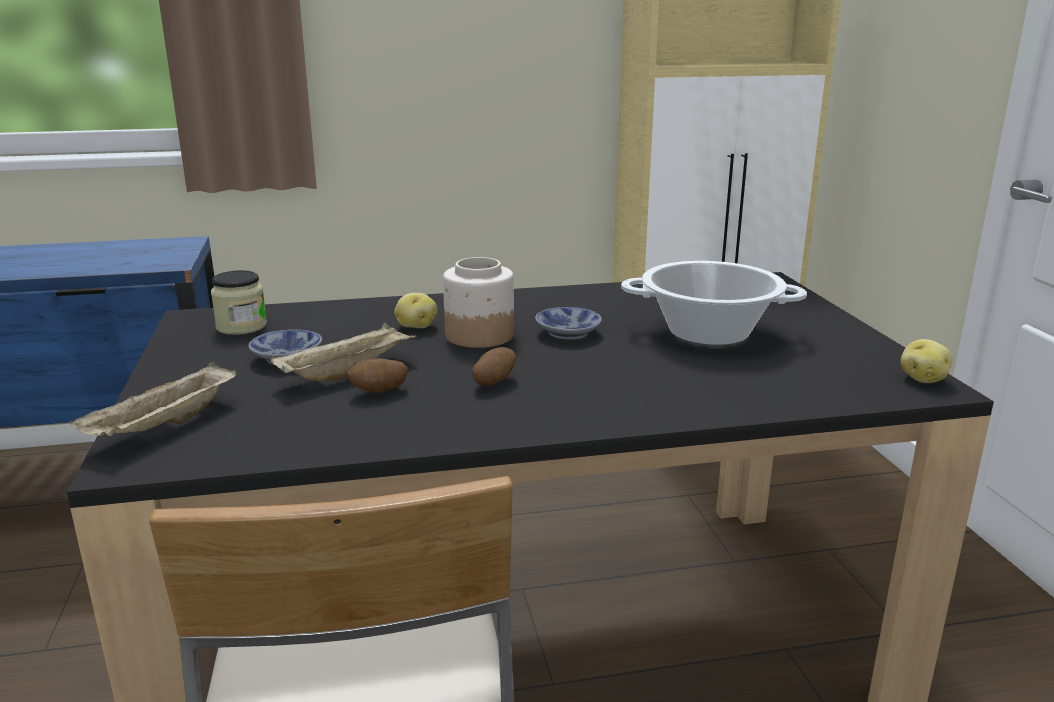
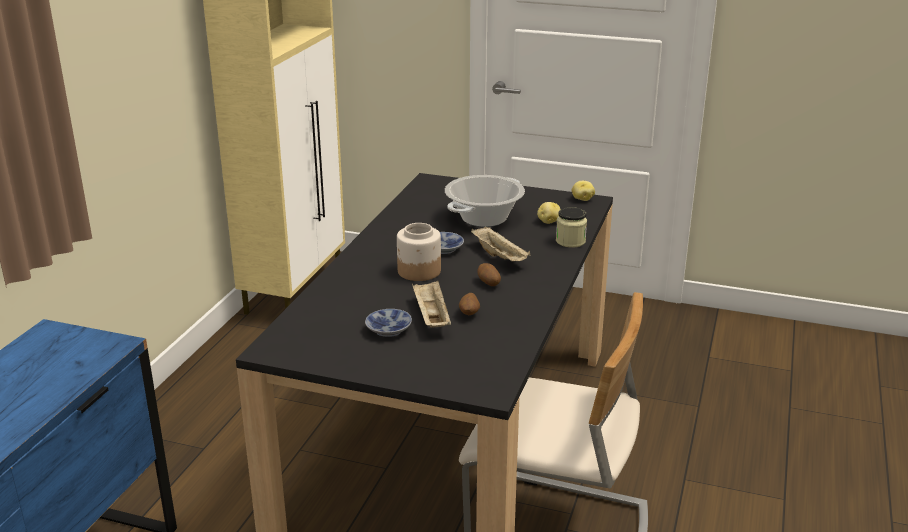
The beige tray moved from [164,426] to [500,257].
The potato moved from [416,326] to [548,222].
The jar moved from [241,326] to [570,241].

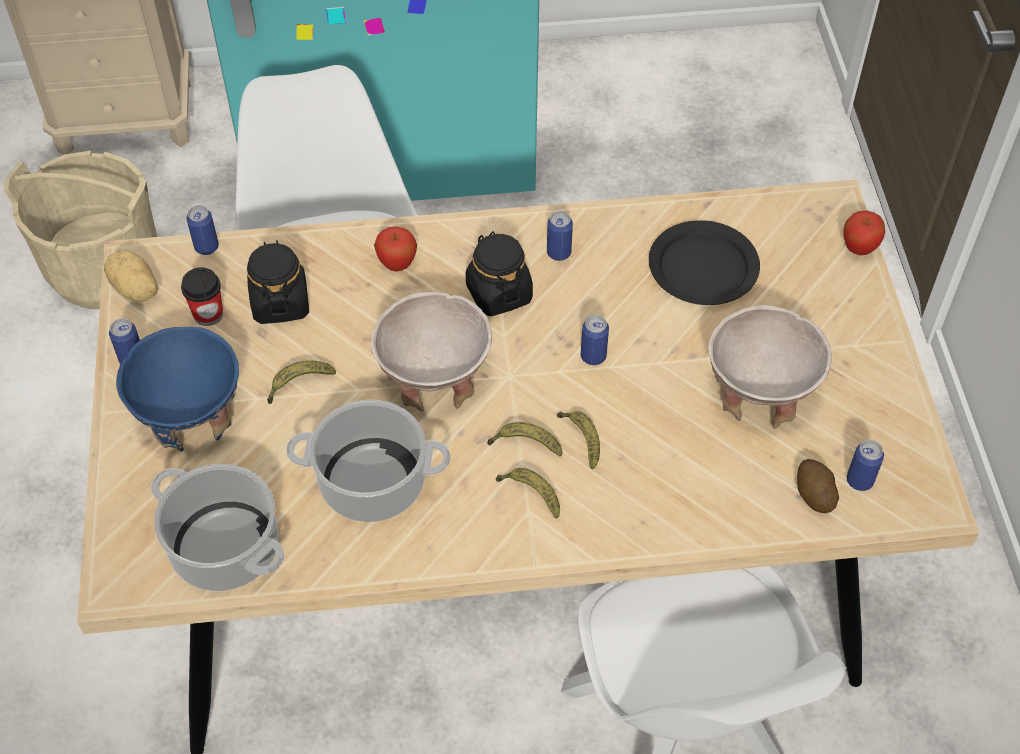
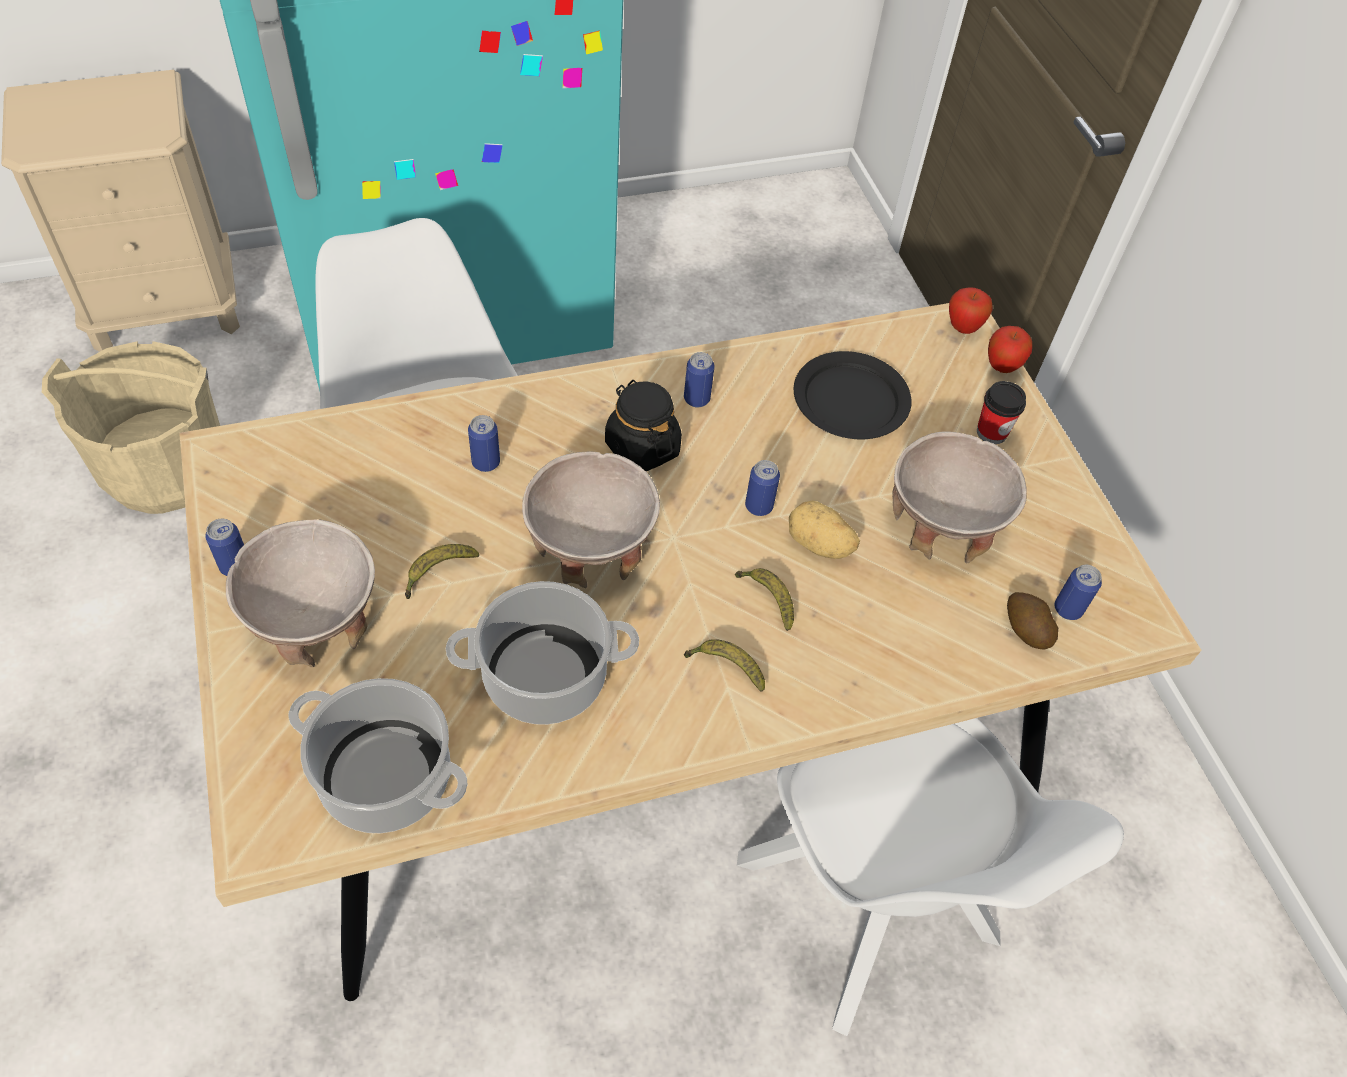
The blue bowl at [190,414] became the beige bowl at [315,622].
The can moved from [206,247] to [486,463].
The potato moved from [135,290] to [818,545].
The apple moved from [397,264] to [963,328].
The cup moved from [208,314] to [991,432].
The black jar at [280,303] disappeared.
The banana at [525,444] disappeared.

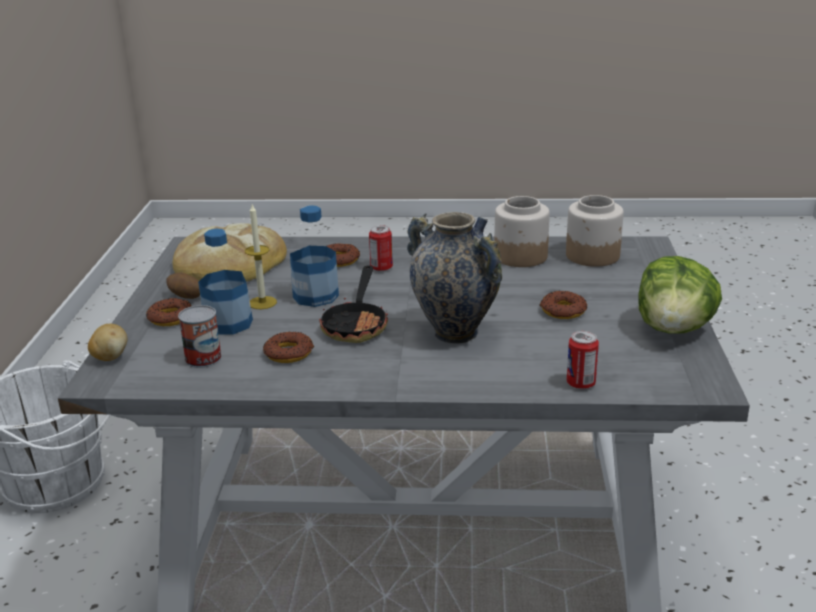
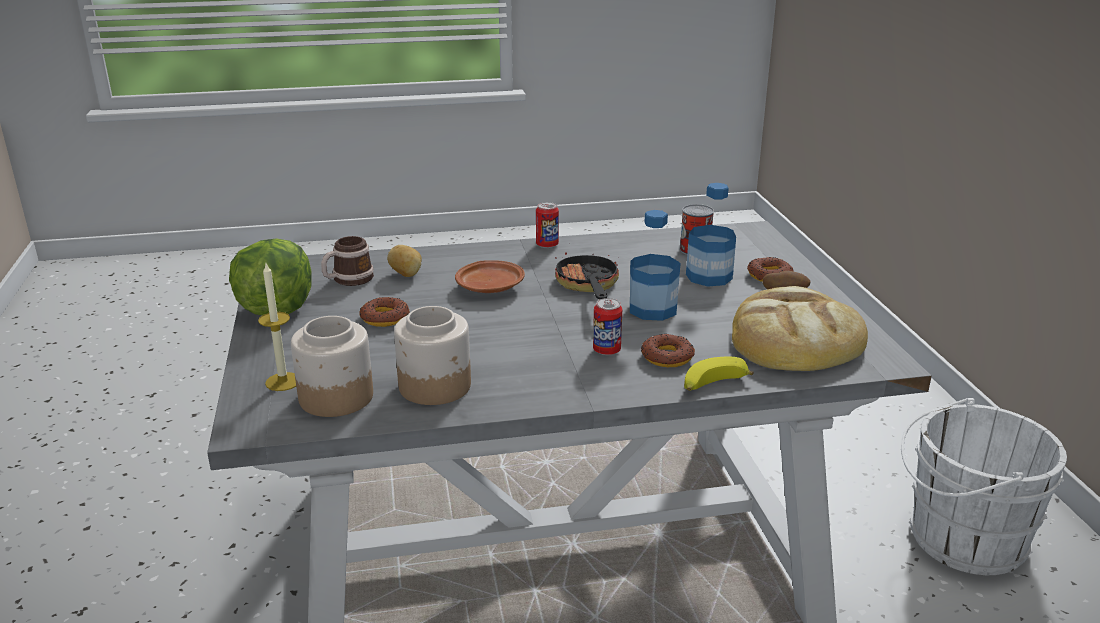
The candle moved from [262,303] to [283,381].
The mug at [348,280] appeared.
The potato moved from [110,357] to [406,274].
The vase at [455,333] was replaced by the brown plate at [490,287].
The can moved from [580,384] to [547,245].
The banana at [713,385] appeared.
The donut at [289,353] disappeared.

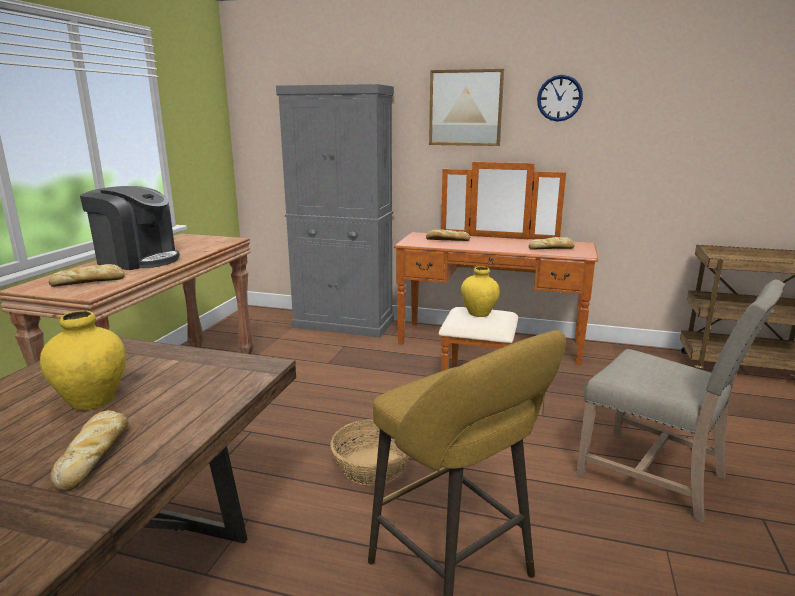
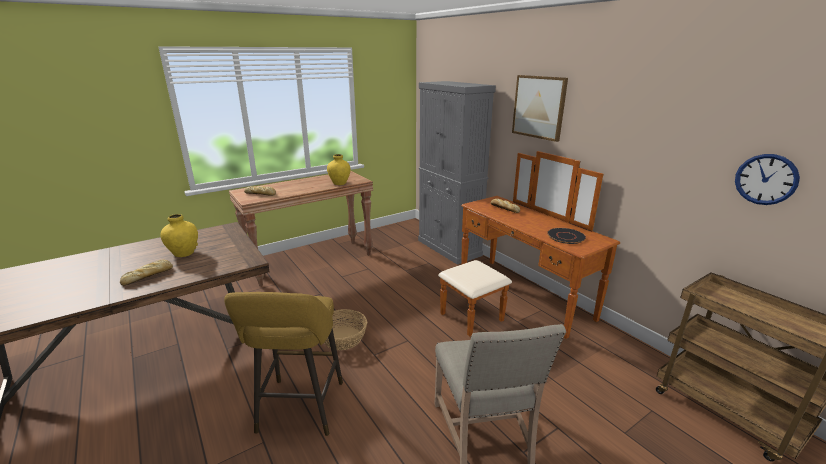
The yellow vase moved from [478,314] to [339,183].
The bread at [552,248] was replaced by the black plate at [566,236].
The wall clock moved from [559,98] to [766,179].
The coffee machine at [137,260] disappeared.

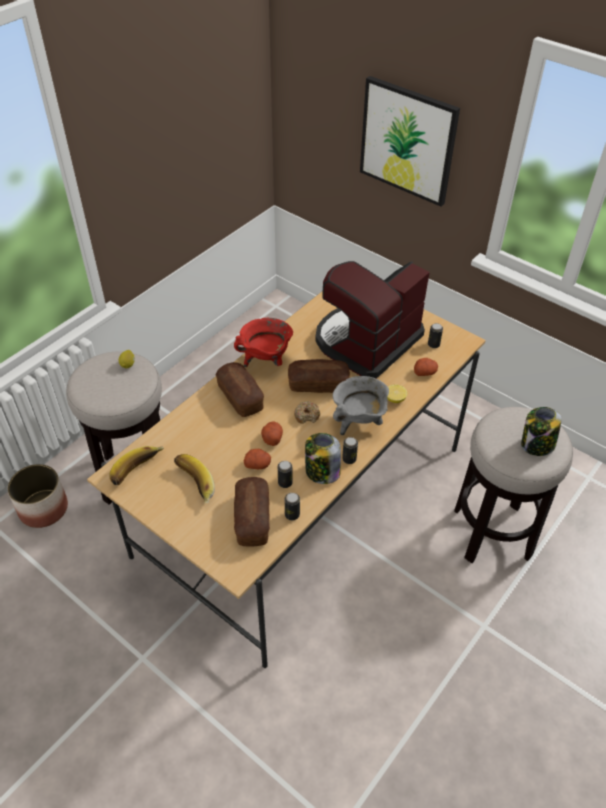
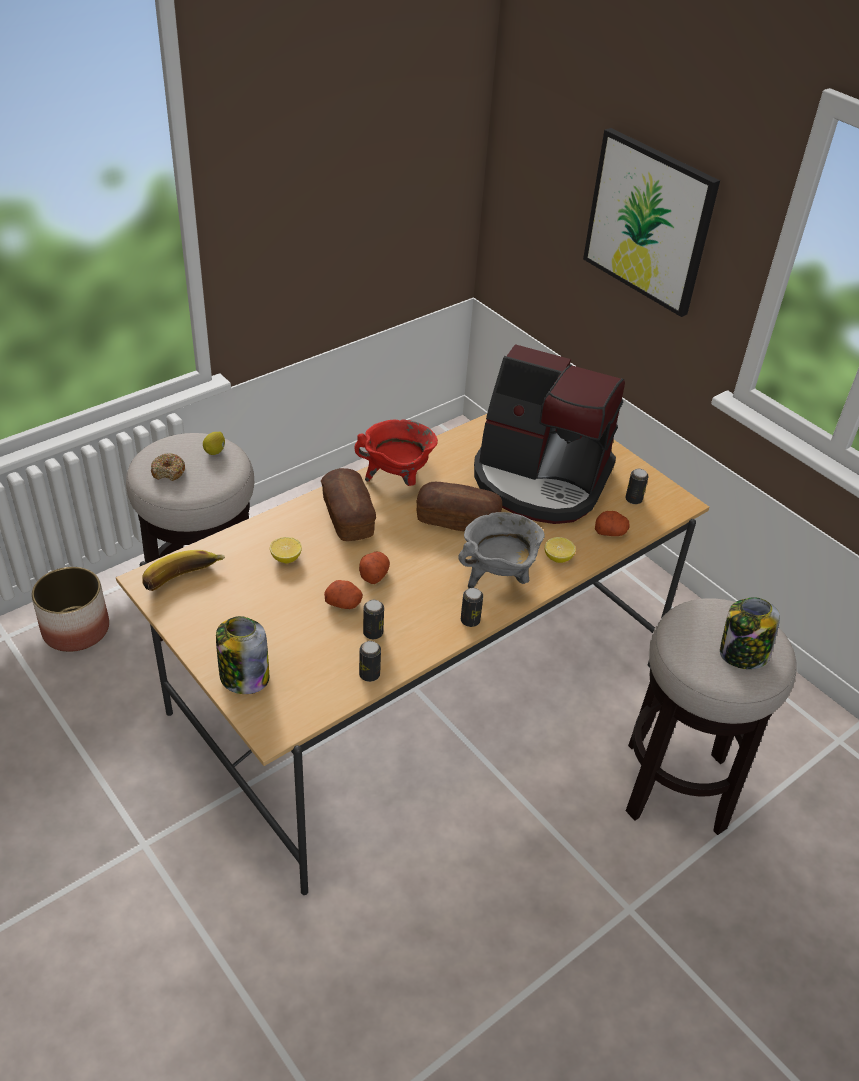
The donut moved from [307,415] to [168,472].
The jar moved from [322,472] to [243,676].
The lemon at [286,558] appeared.
The coffee machine at [366,342] turned 120 degrees counterclockwise.
The banana at [193,485] disappeared.
The bread at [252,519] disappeared.

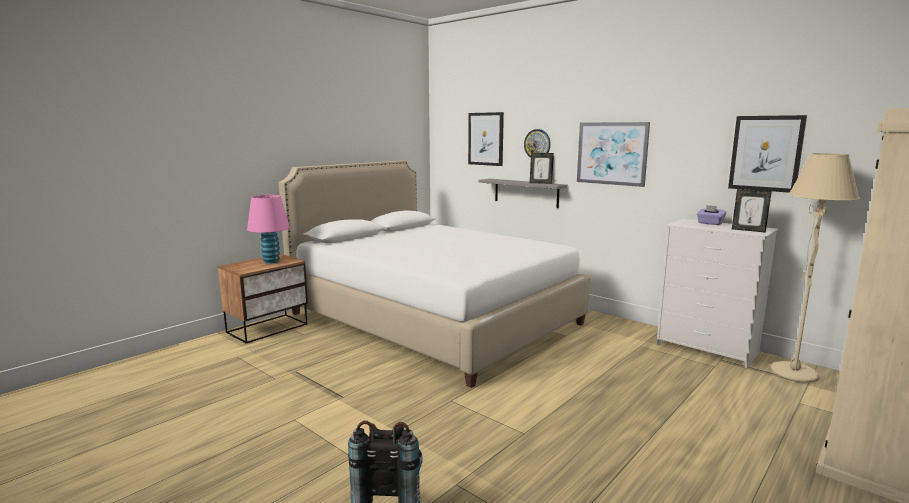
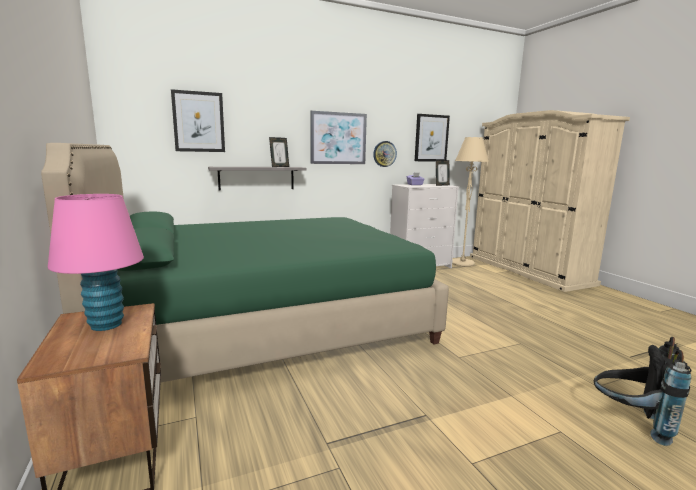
The white bed at [433,319] became the green bed at [266,323].
The wall clock moved from [537,144] to [384,154].

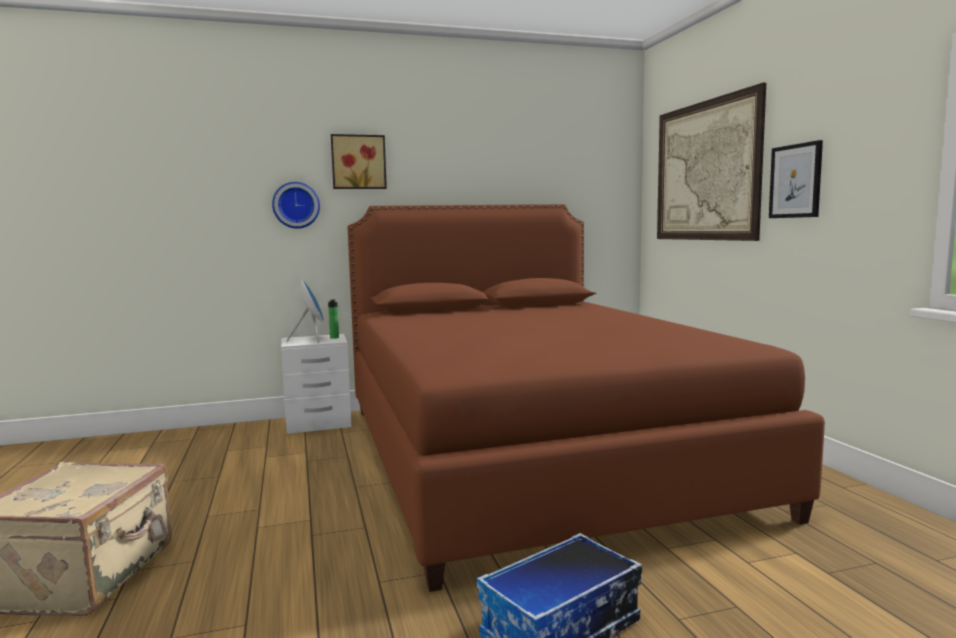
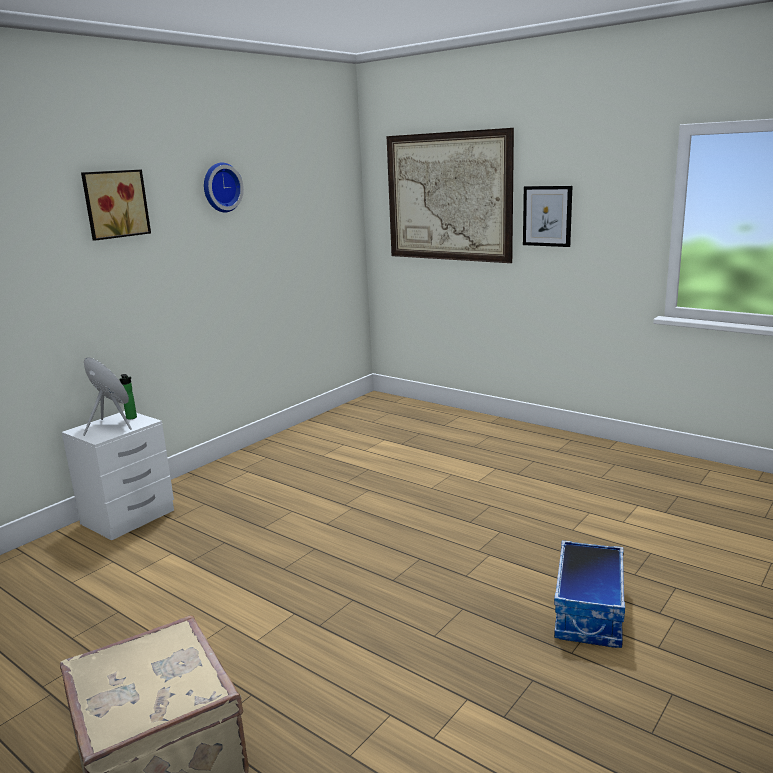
The wall clock moved from [296,205] to [220,187].
The brown bed at [529,455] disappeared.

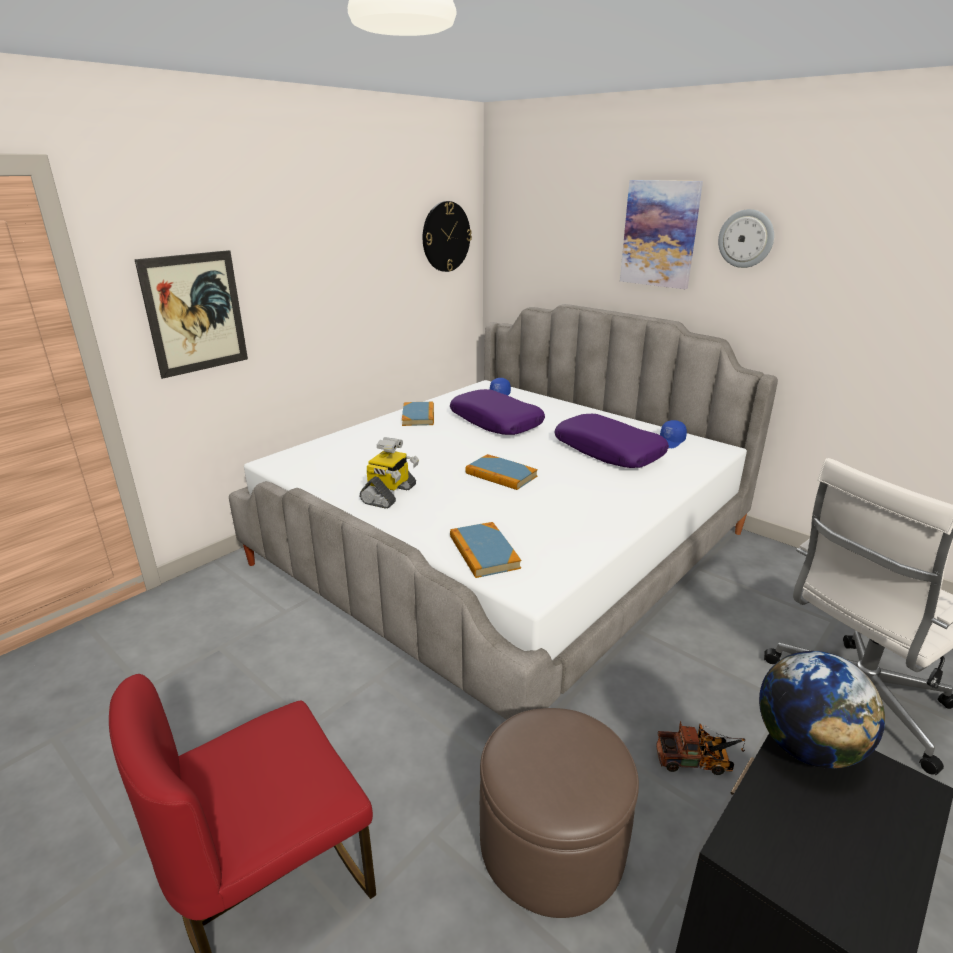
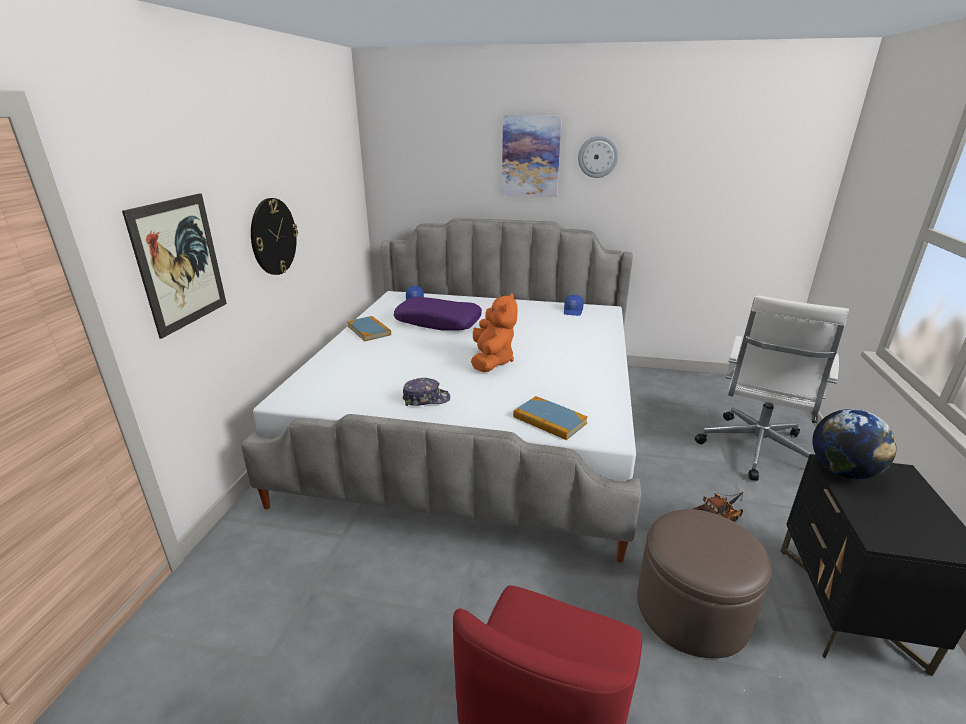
The wall clock moved from [446,237] to [273,237].
The toy robot at [390,495] was replaced by the cap at [426,399].
The book at [501,475] was replaced by the orange plush toy at [491,361].
The purple pillow at [609,451] disappeared.

